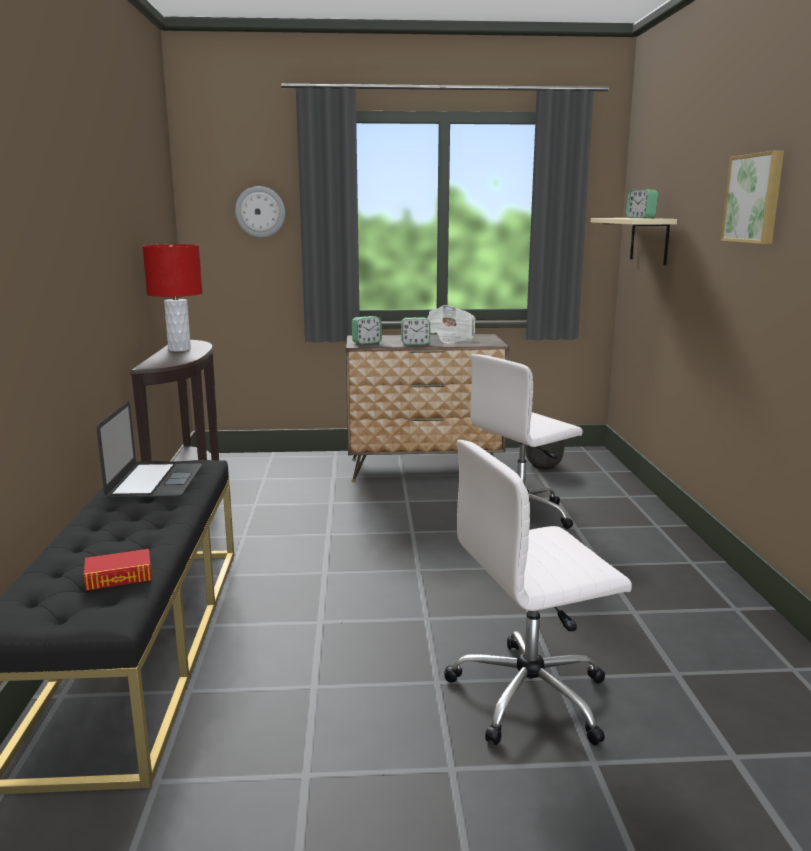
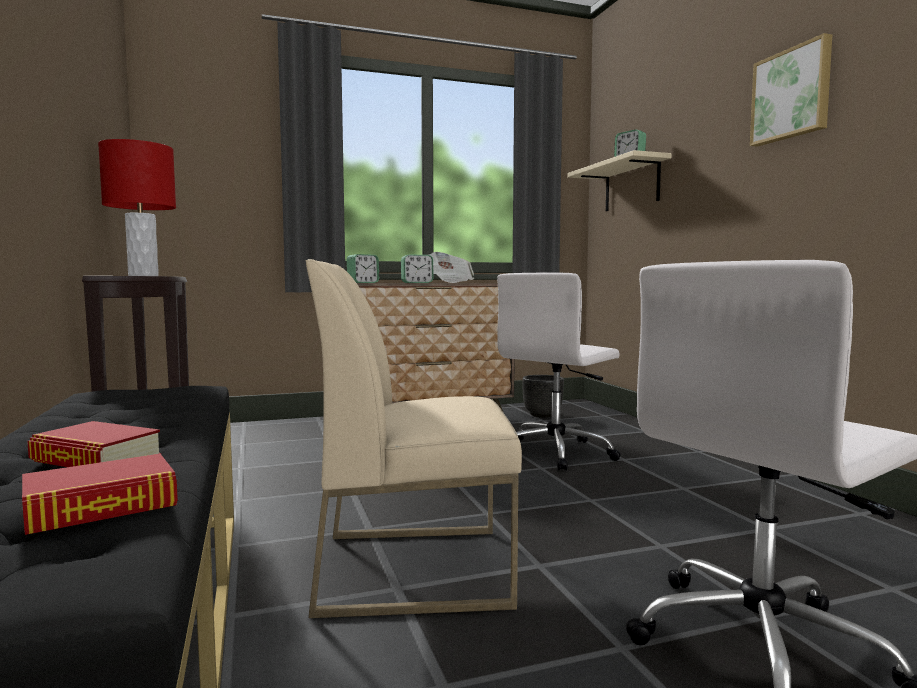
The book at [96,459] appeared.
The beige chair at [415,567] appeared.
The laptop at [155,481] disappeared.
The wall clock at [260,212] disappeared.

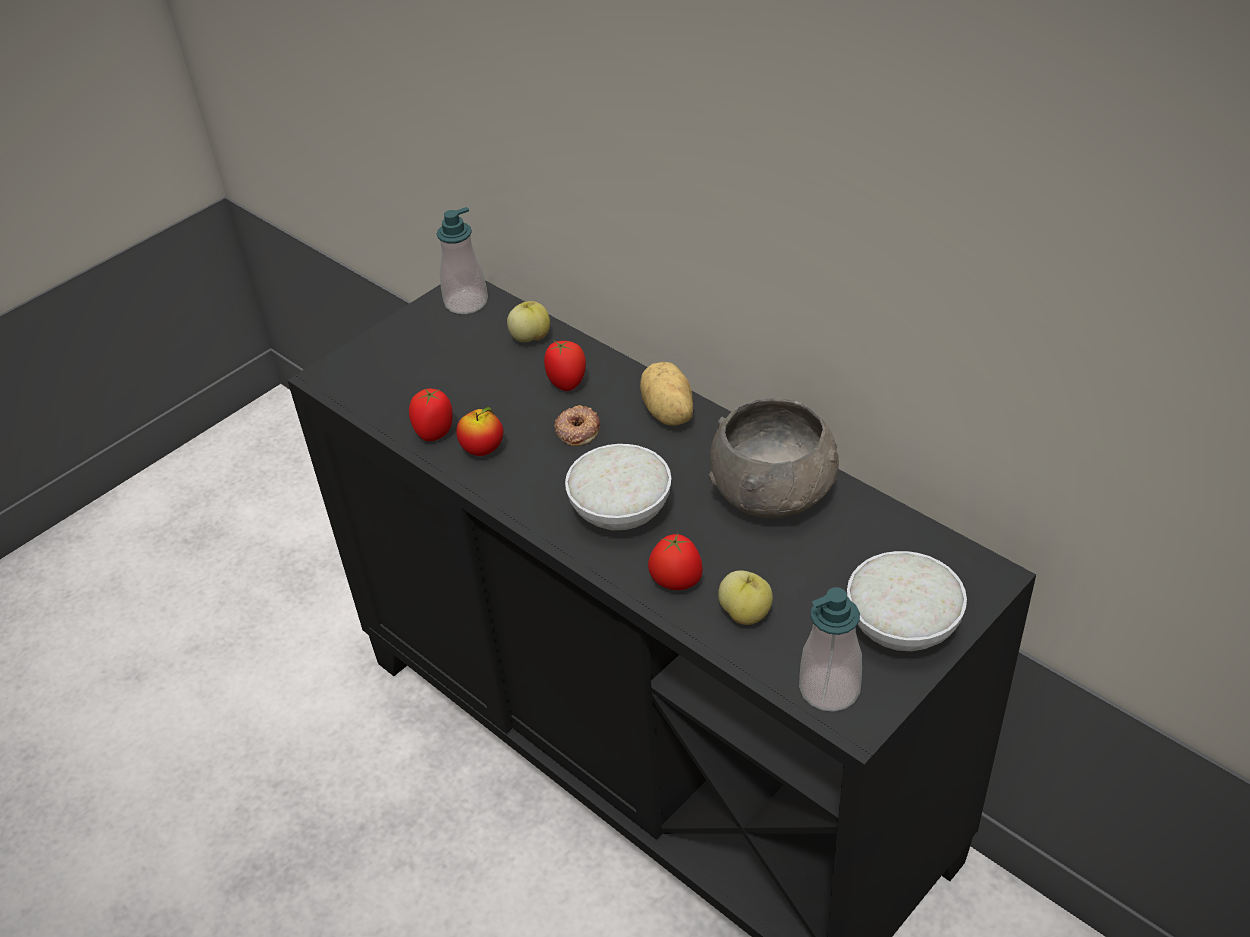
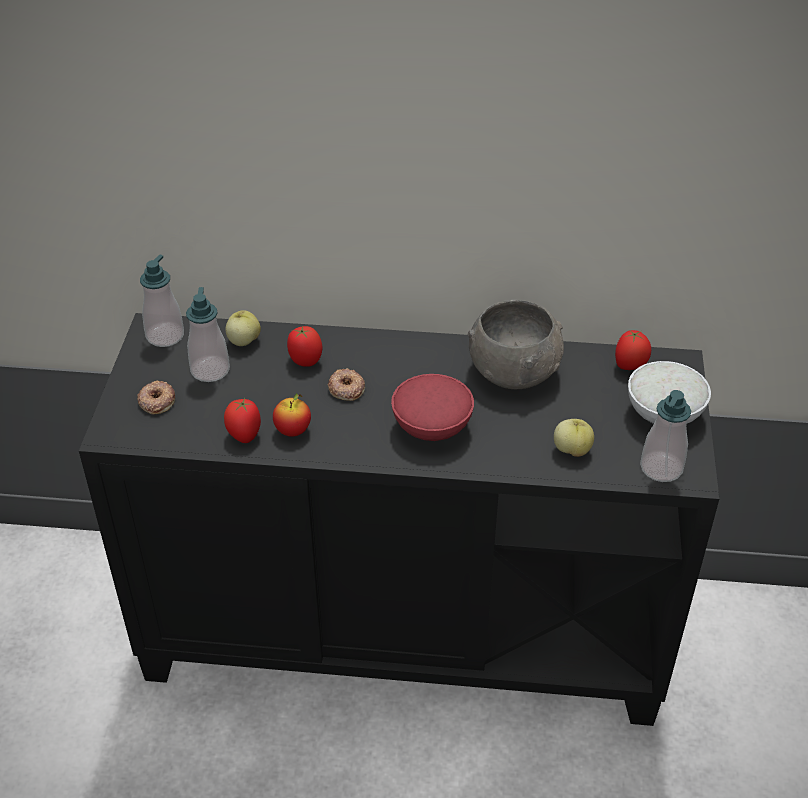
The donut at [156,401] appeared.
The soap dispenser at [210,370] appeared.
The white bowl at [621,511] became the red bowl at [431,426].
The tomato moved from [676,583] to [630,366].
The potato at [667,413] disappeared.

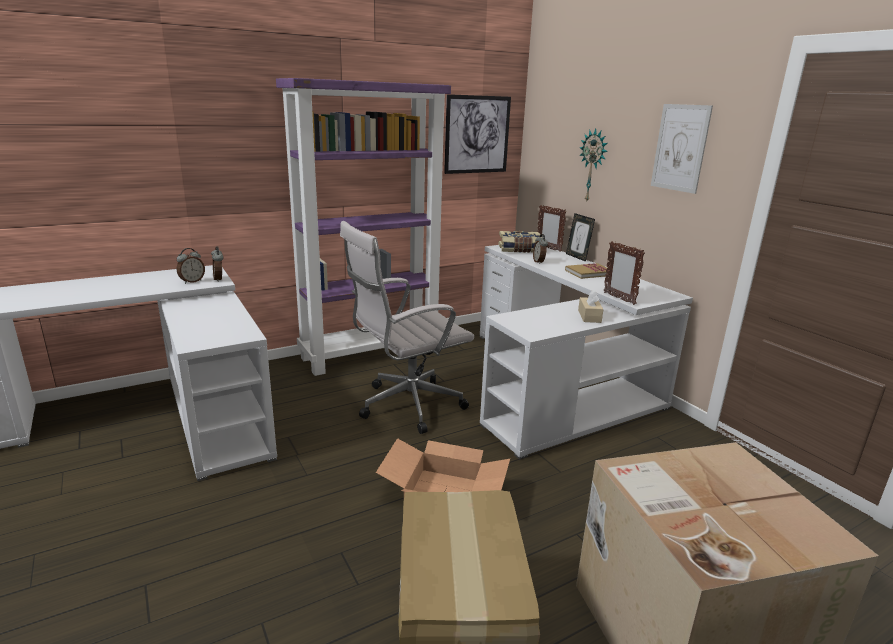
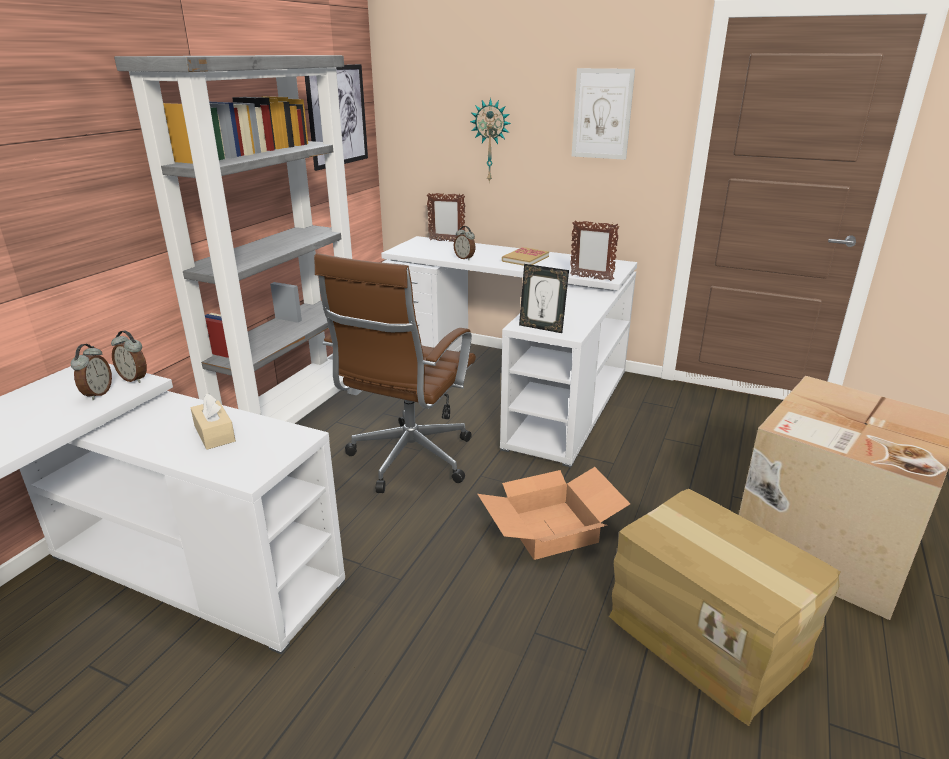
The purple bookcase at [371,353] became the grey bookcase at [293,419].
The beige tissue box moved from [589,316] to [214,434].
The white office chair at [406,406] became the brown office chair at [408,461].
The picture frame moved from [577,257] to [541,328].
The book at [520,250] disappeared.

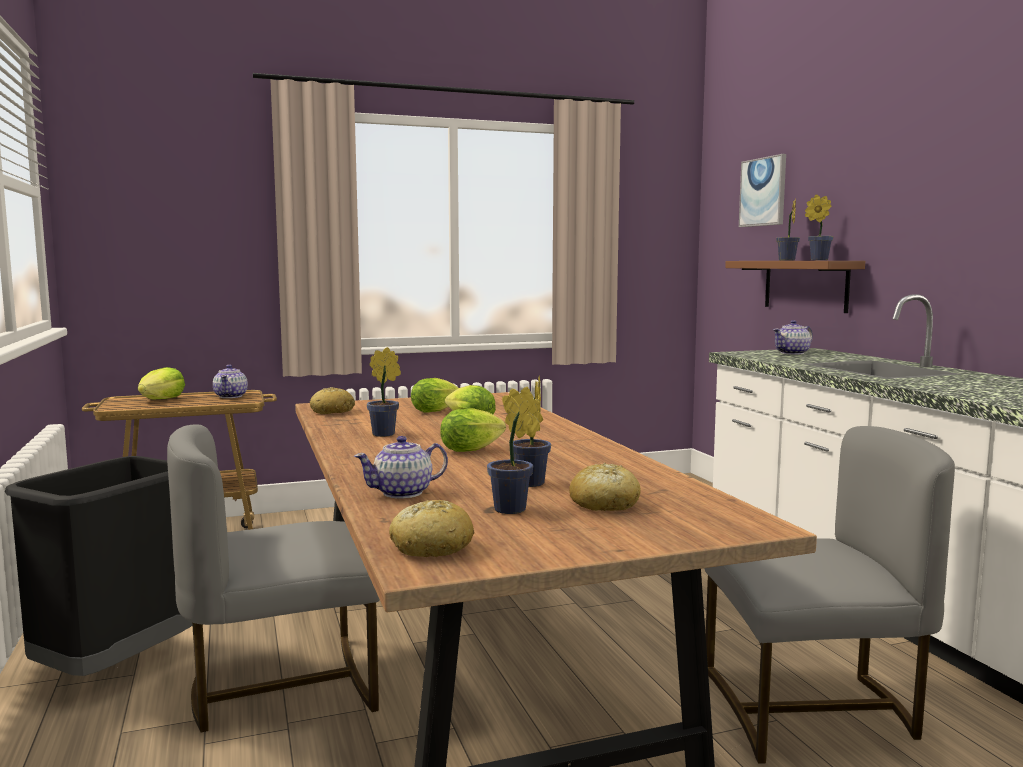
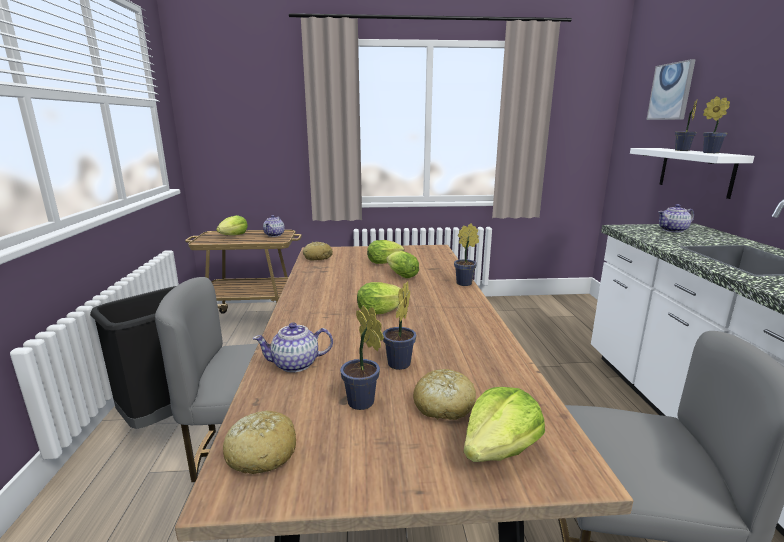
The potted plant moved from [386,434] to [466,283].
The lettuce at [500,449] appeared.
The brown shelf at [805,285] became the white shelf at [695,171].

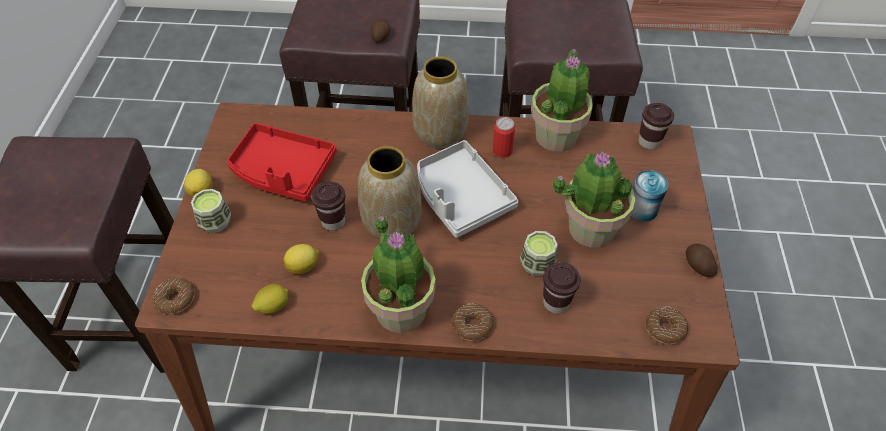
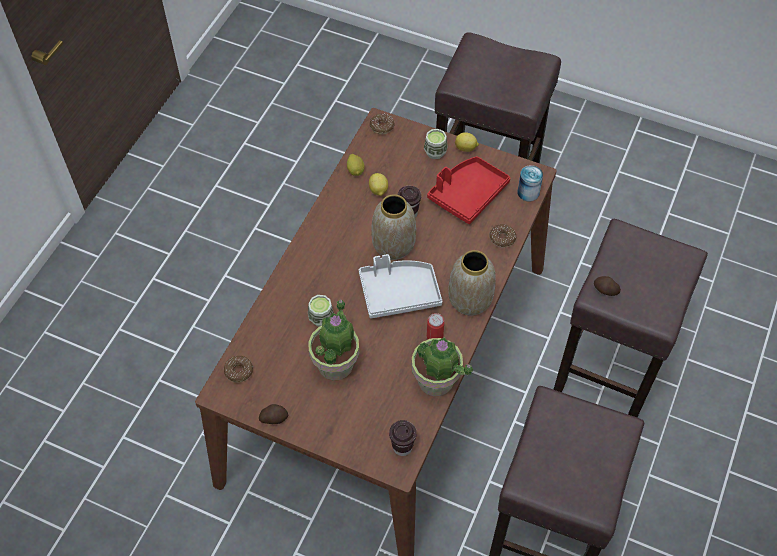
The donut moved from [472,325] to [502,238].
The can moved from [642,209] to [528,192].
The potted plant at [401,309] disappeared.
The brown cup at [555,303] disappeared.

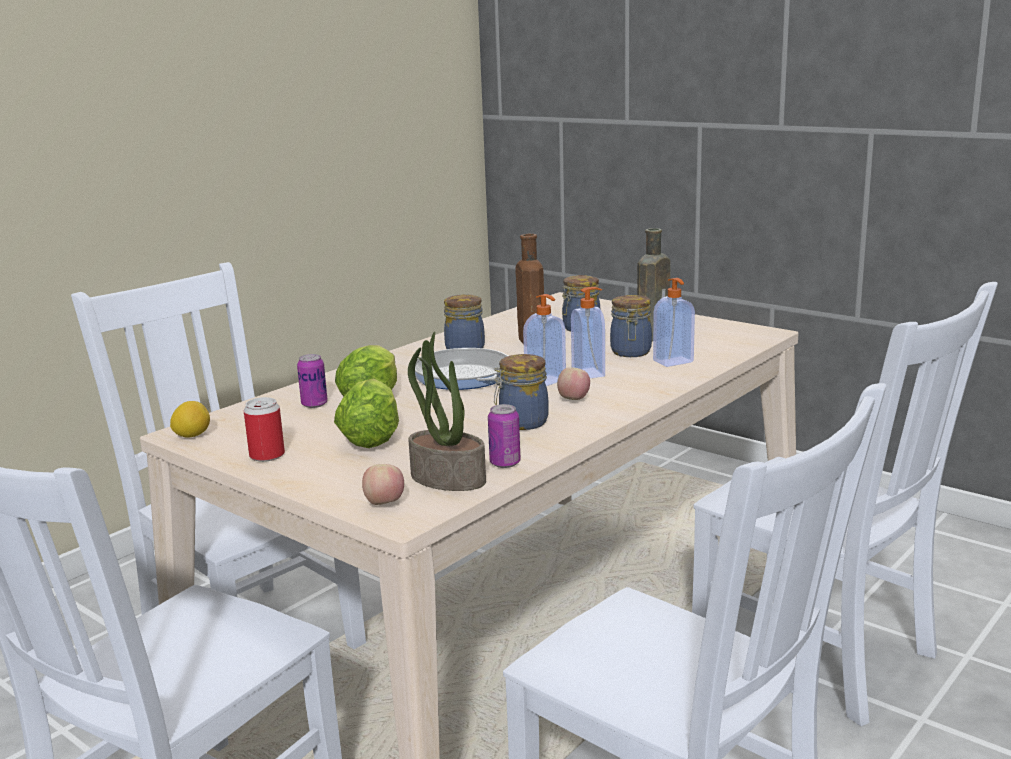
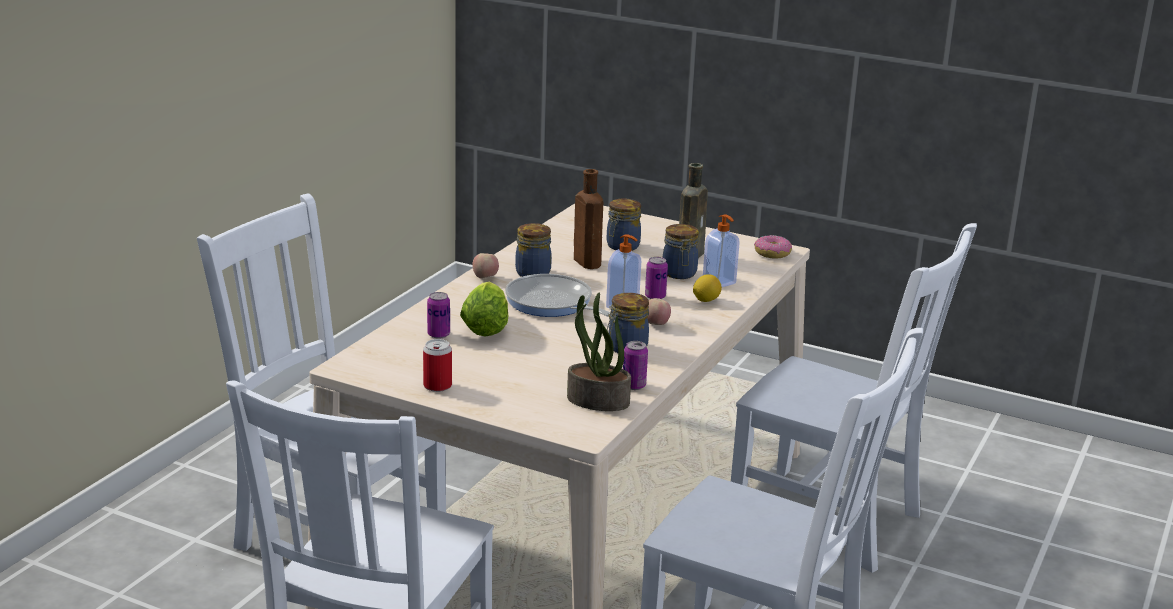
The apple moved from [384,504] to [485,278].
The soap dispenser at [589,373] was replaced by the can at [655,297].
The lemon moved from [192,435] to [706,300].
The donut at [772,253] appeared.
The lettuce at [372,437] disappeared.

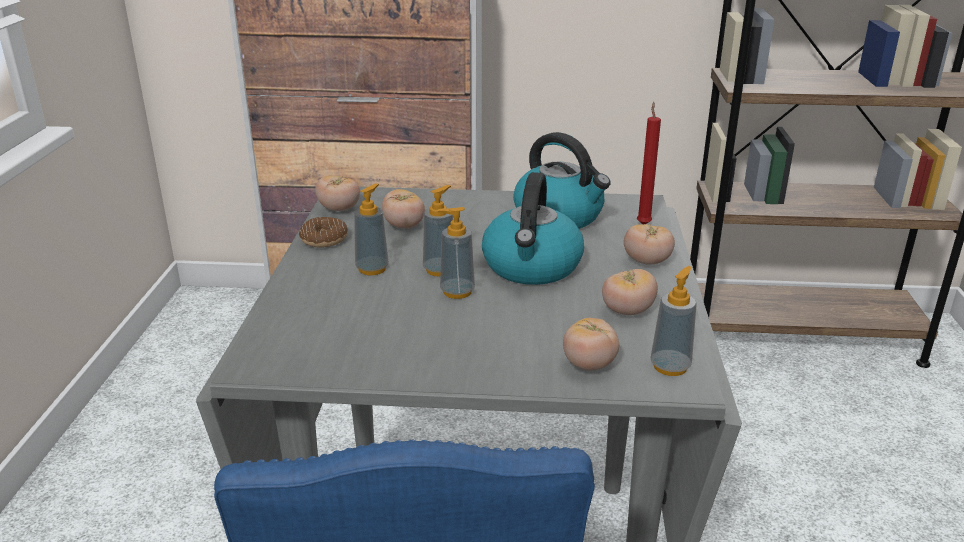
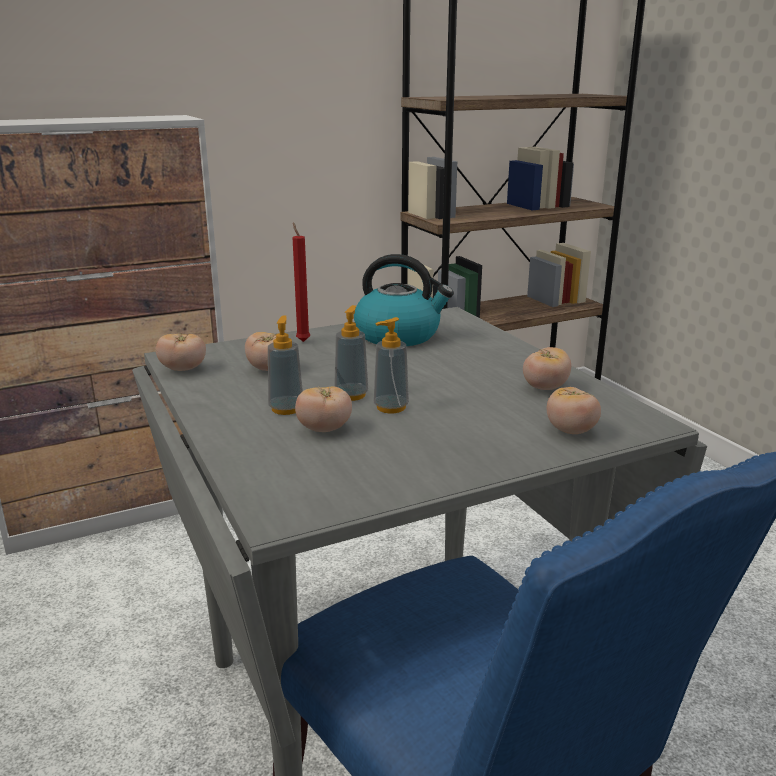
The red candle moved from [643,223] to [302,341].
The tomato moved from [647,262] to [324,429].
The donut at [324,239] disappeared.
The kettle at [532,267] disappeared.
The soap dispenser at [670,366] disappeared.

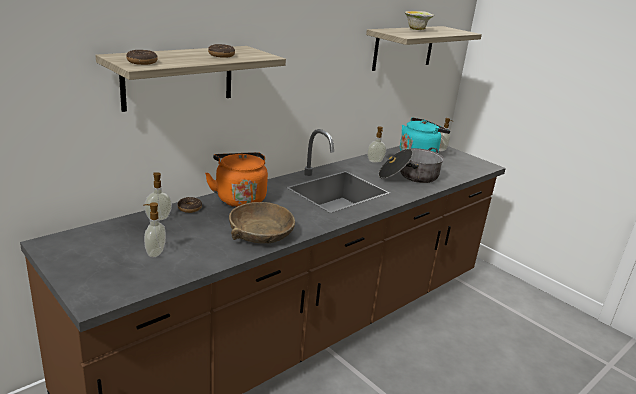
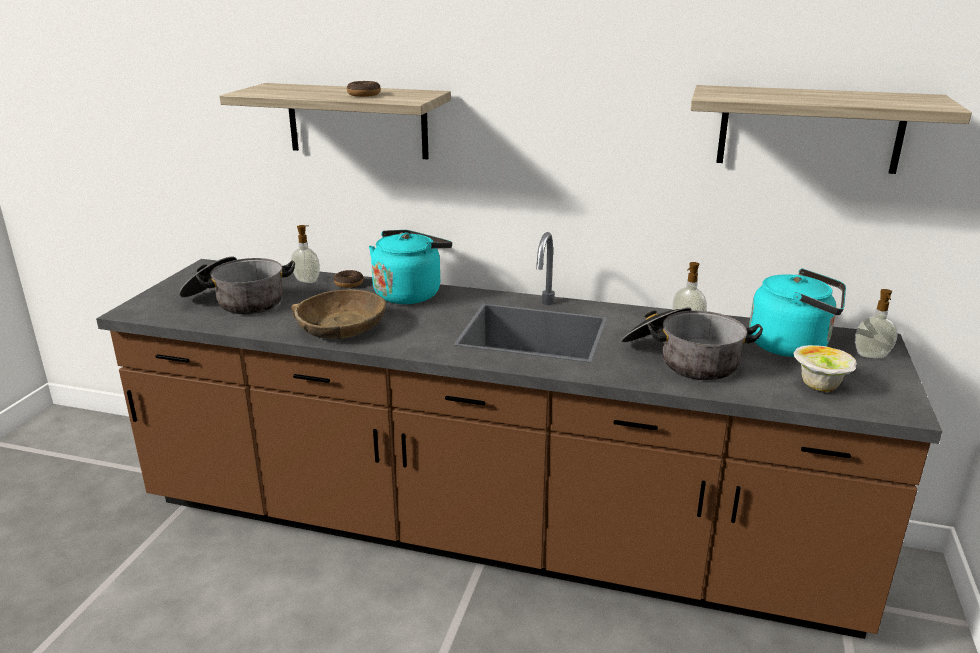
The soap dispenser at [154,253] was replaced by the cooking pot at [237,302].
The orange kettle at [239,198] became the turquoise kettle at [410,293].
The bowl moved from [417,29] to [819,387].
The donut at [142,62] disappeared.

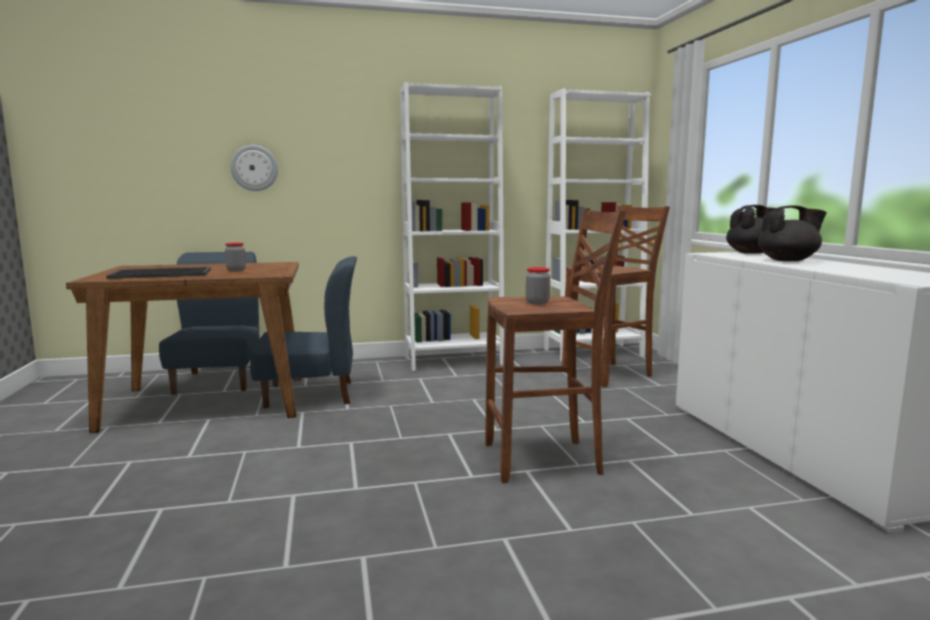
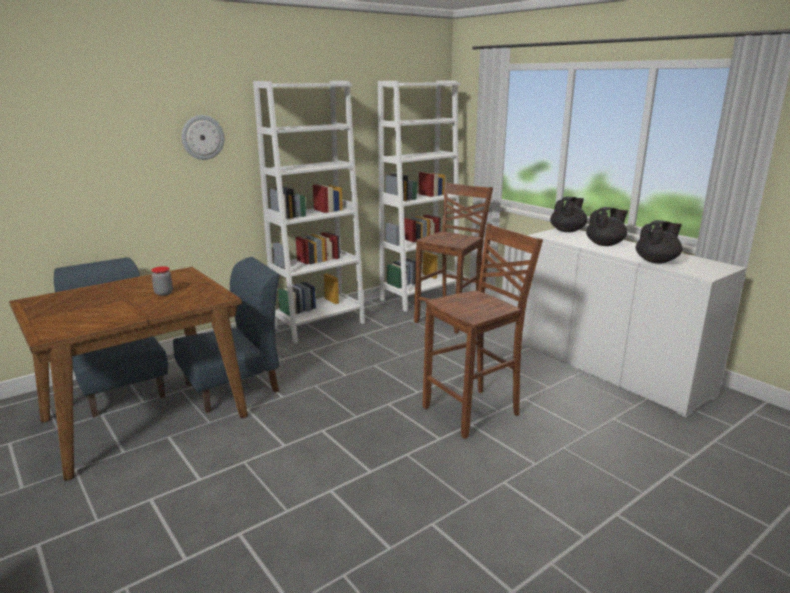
The wall clock moved from [254,168] to [202,137].
The black teapot at [657,261] appeared.
The tray at [160,274] disappeared.
The jar at [537,302] disappeared.

